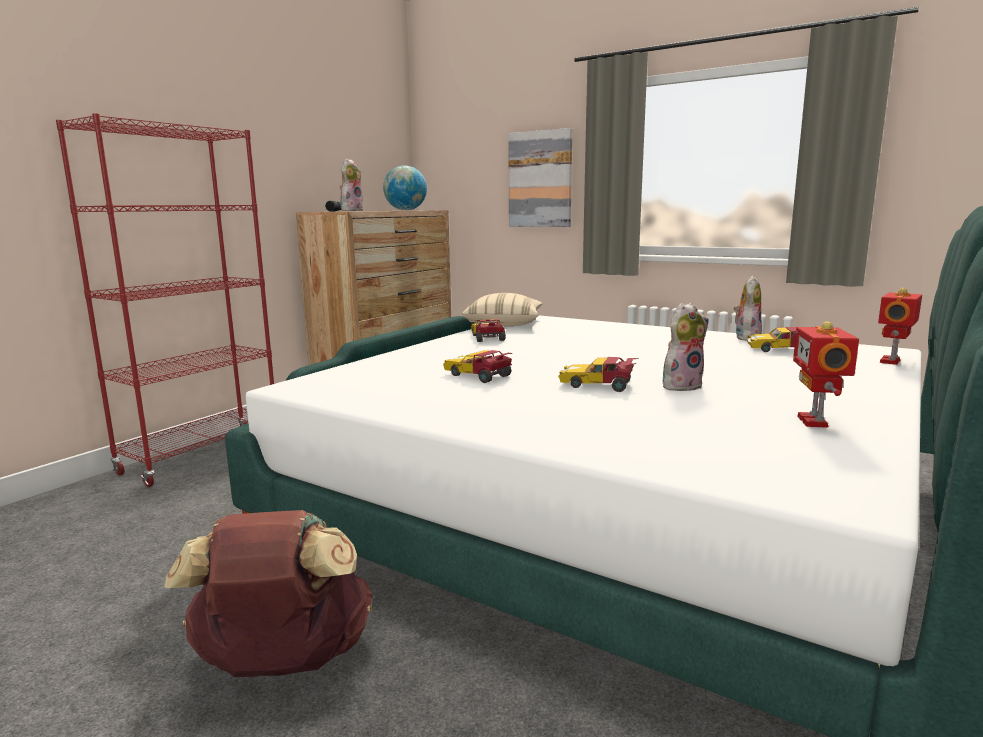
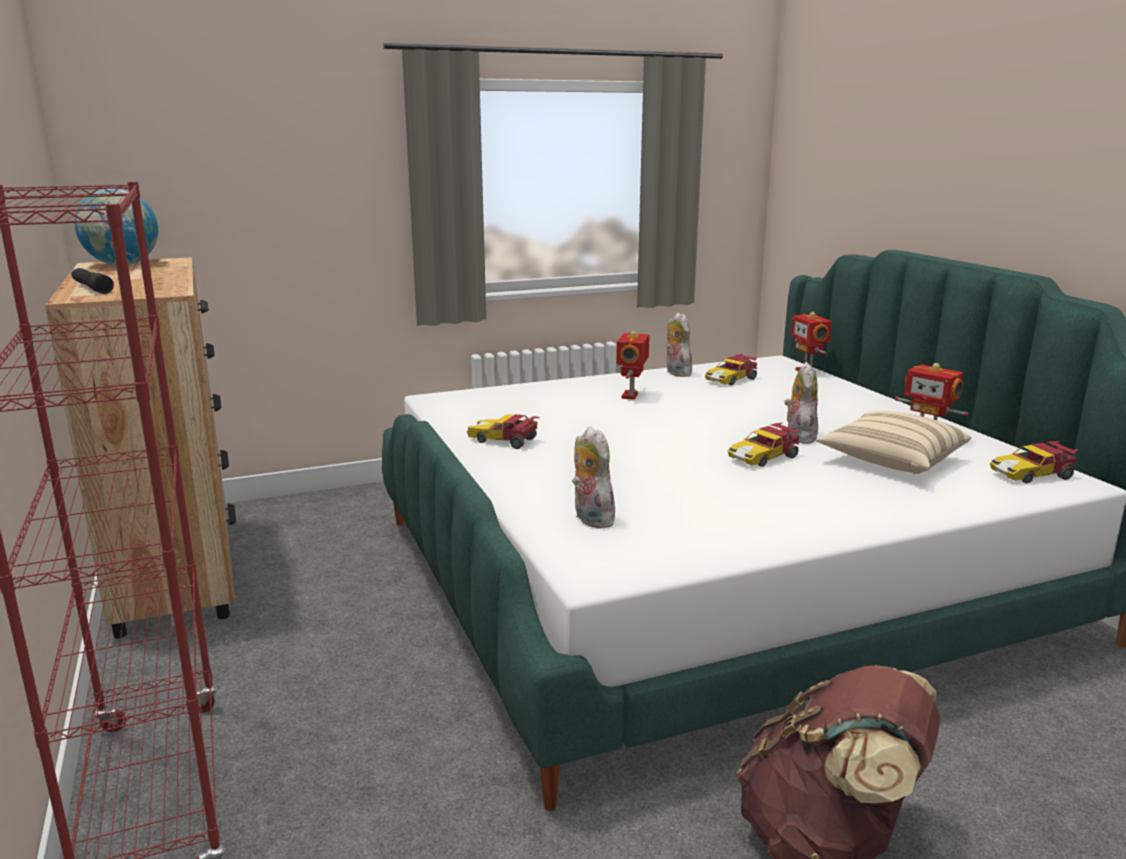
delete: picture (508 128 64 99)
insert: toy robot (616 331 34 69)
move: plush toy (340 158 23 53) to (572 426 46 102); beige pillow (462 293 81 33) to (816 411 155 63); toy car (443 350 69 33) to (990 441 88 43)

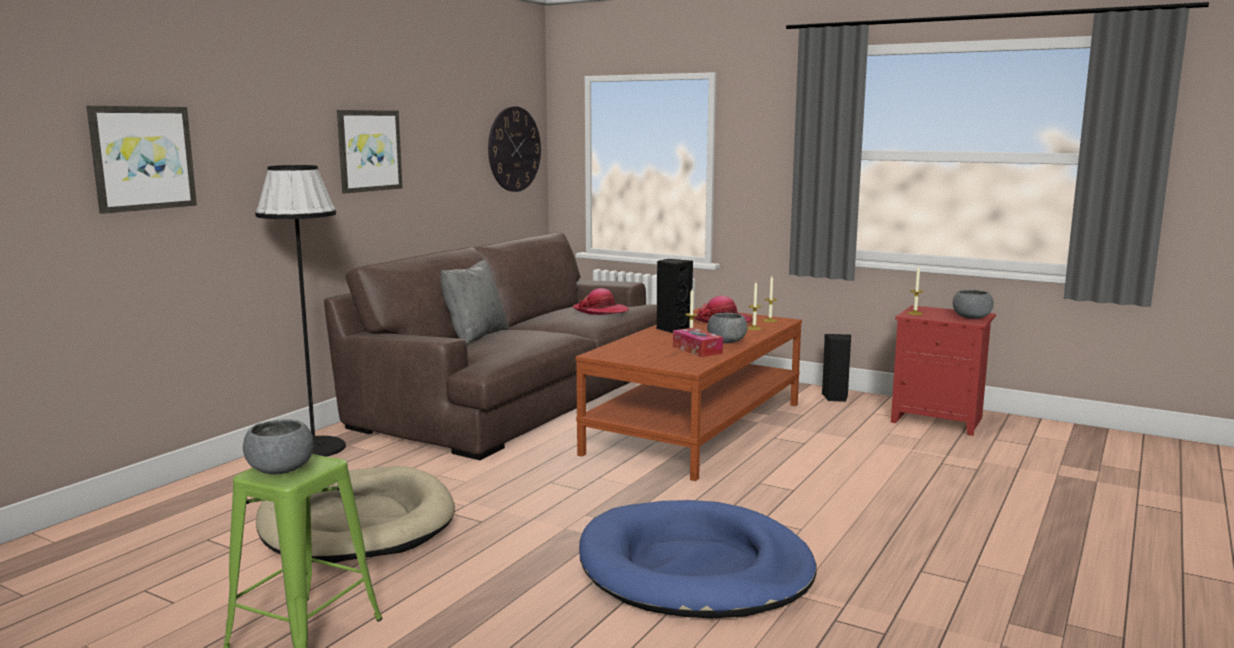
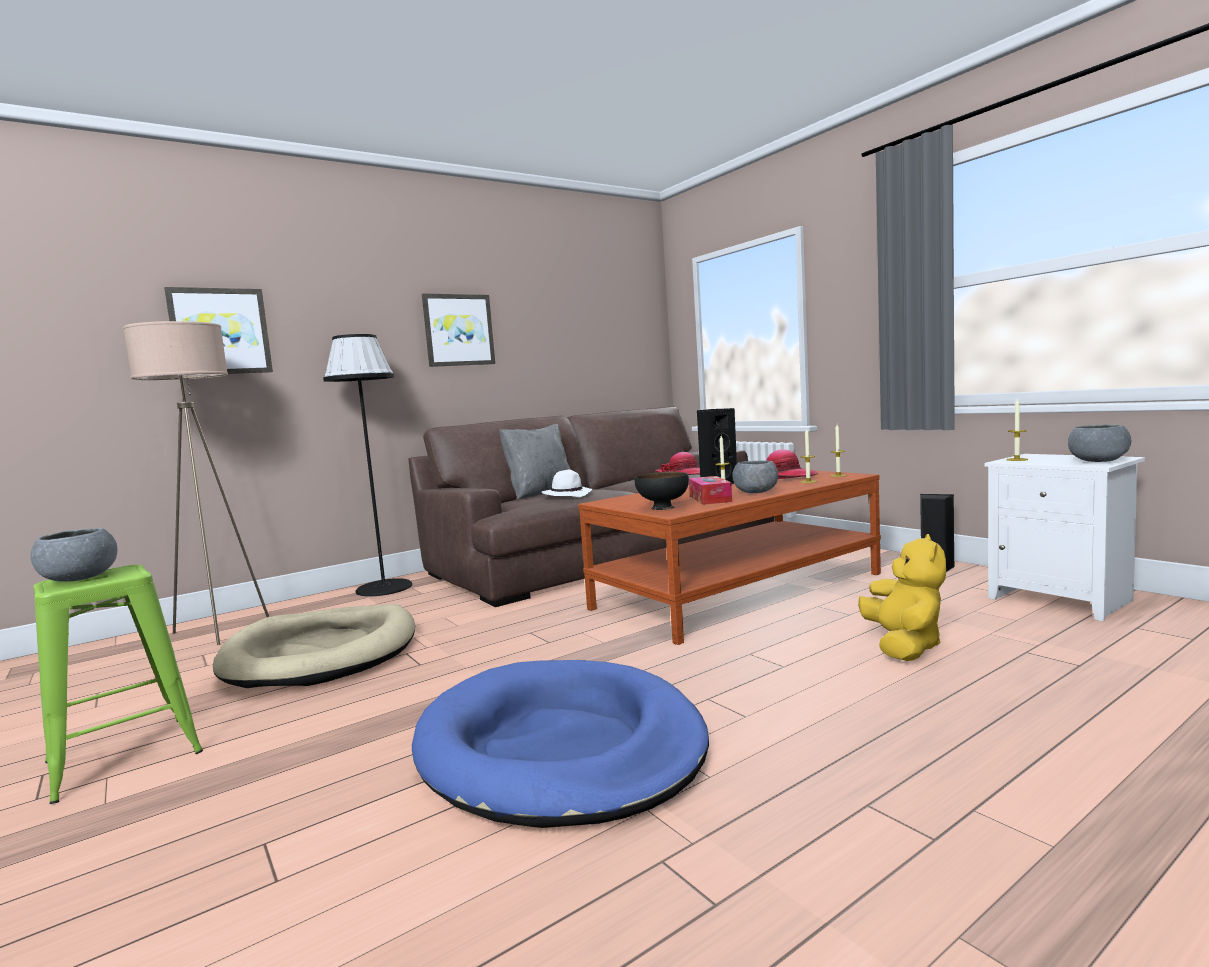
delete: wall clock (488 106 53 86)
insert: beige floor lamp (123 321 146 324); white hat (542 470 51 27); black bowl (635 472 54 38); yellow plush toy (858 534 88 127)
recolor: red nightstand (891 305 105 131) to white nightstand (985 454 160 167)

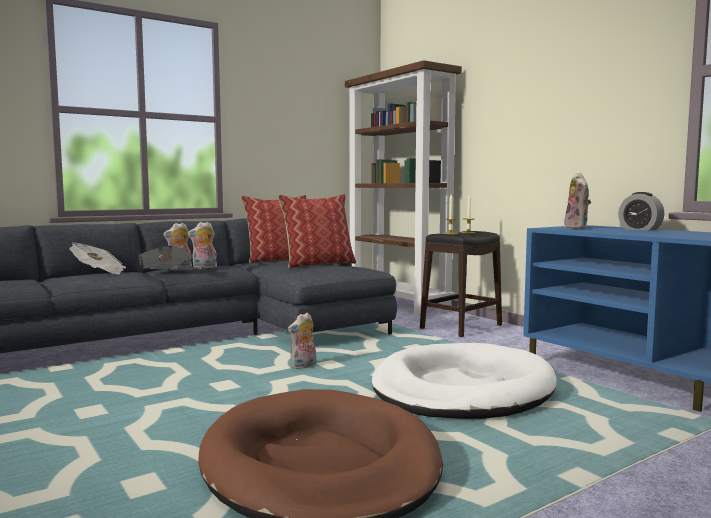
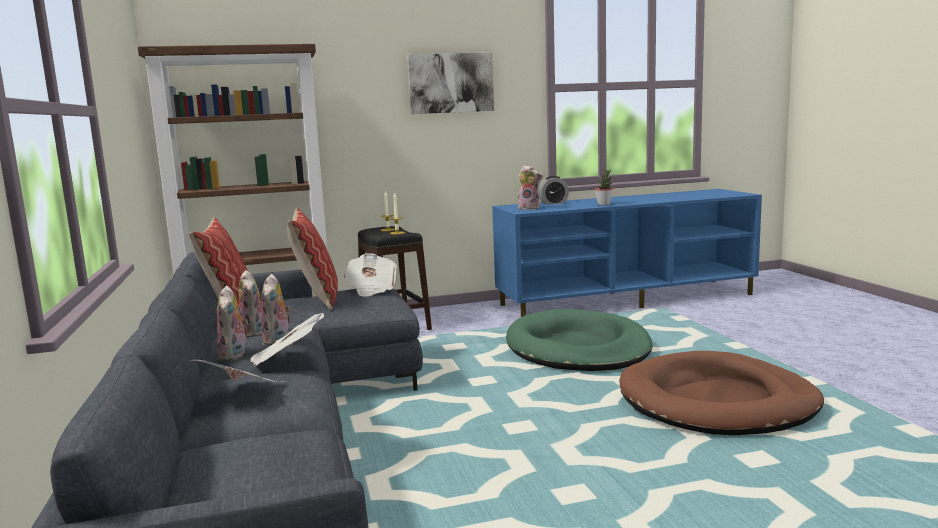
insert: newspaper (344 253 53 44); picture (407 53 87 61); potted plant (594 169 19 36)
move: plush toy (288 313 29 56) to (239 270 23 67)
recolor: white dog bed (372 343 185 76) to green dog bed (506 309 147 62)

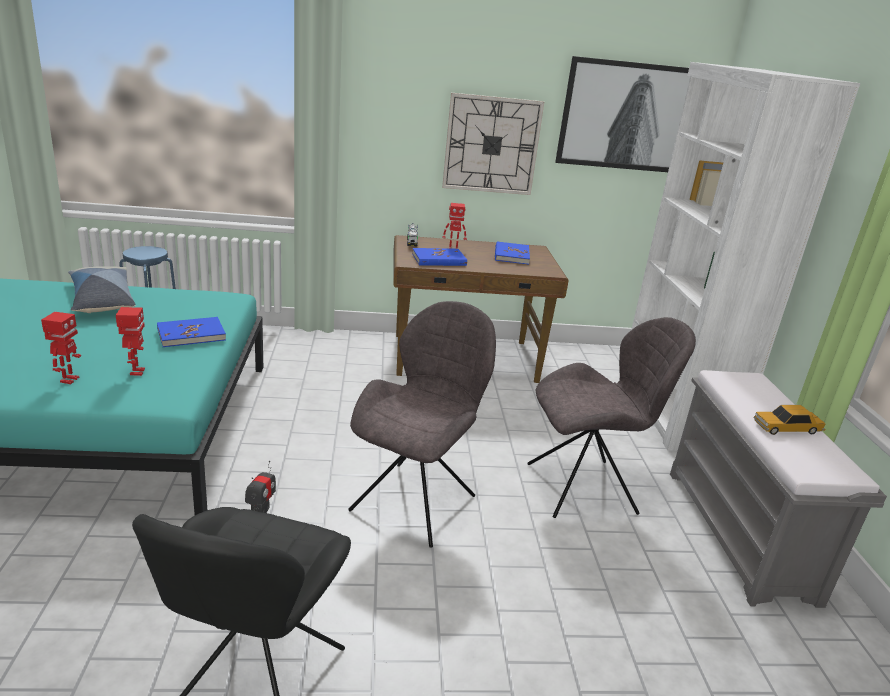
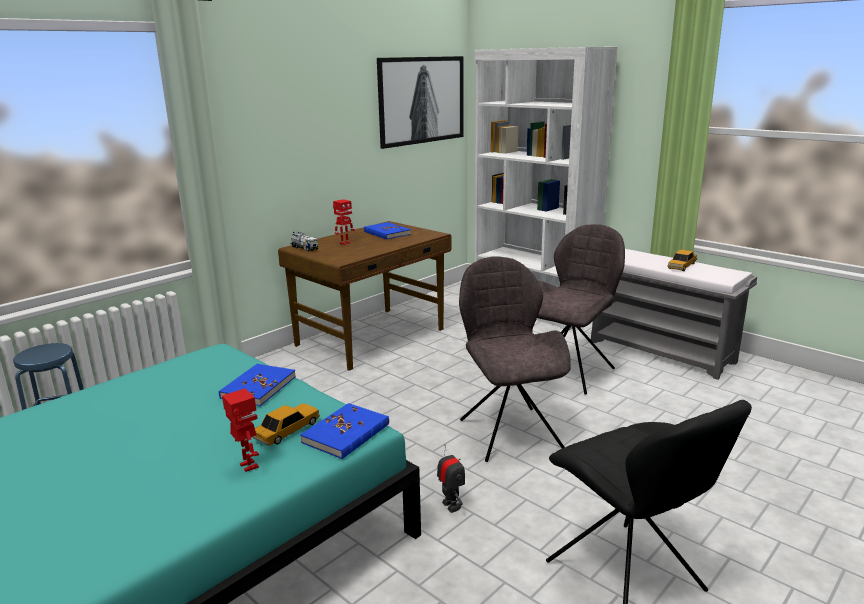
delete: pillow (68 266 68 47); wall clock (442 93 102 102)
move: blue book (412 248 55 18) to (300 403 89 56)
replace: toy robot (116 307 29 69) to toy car (252 403 68 43)

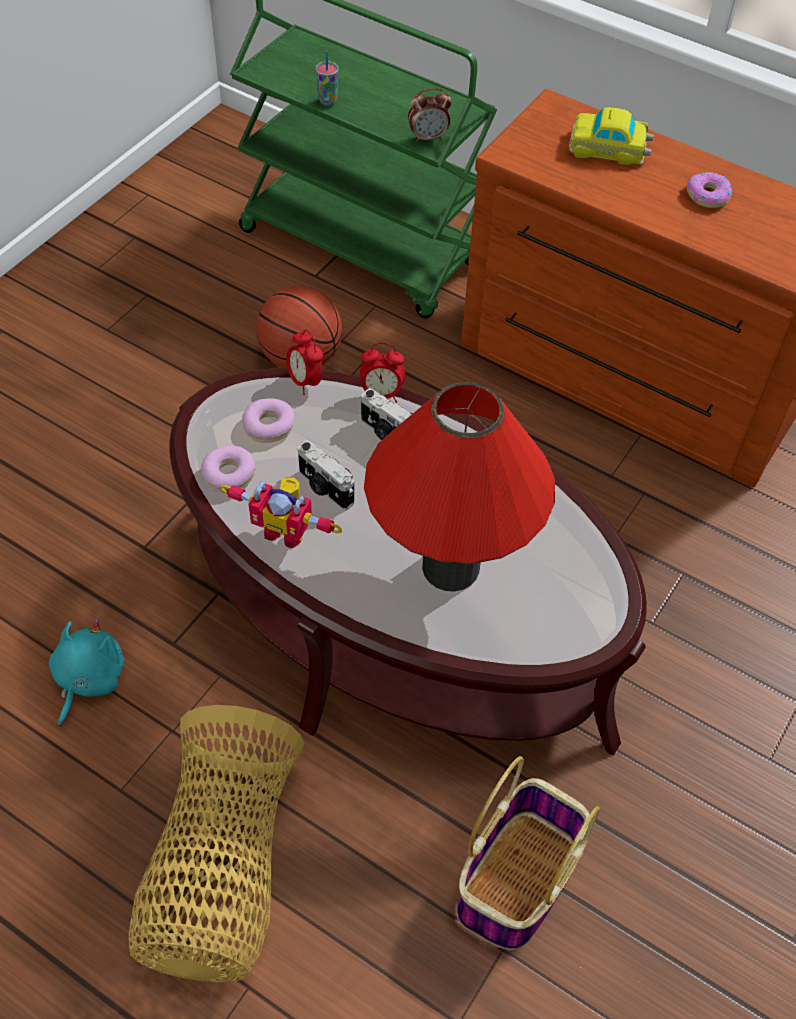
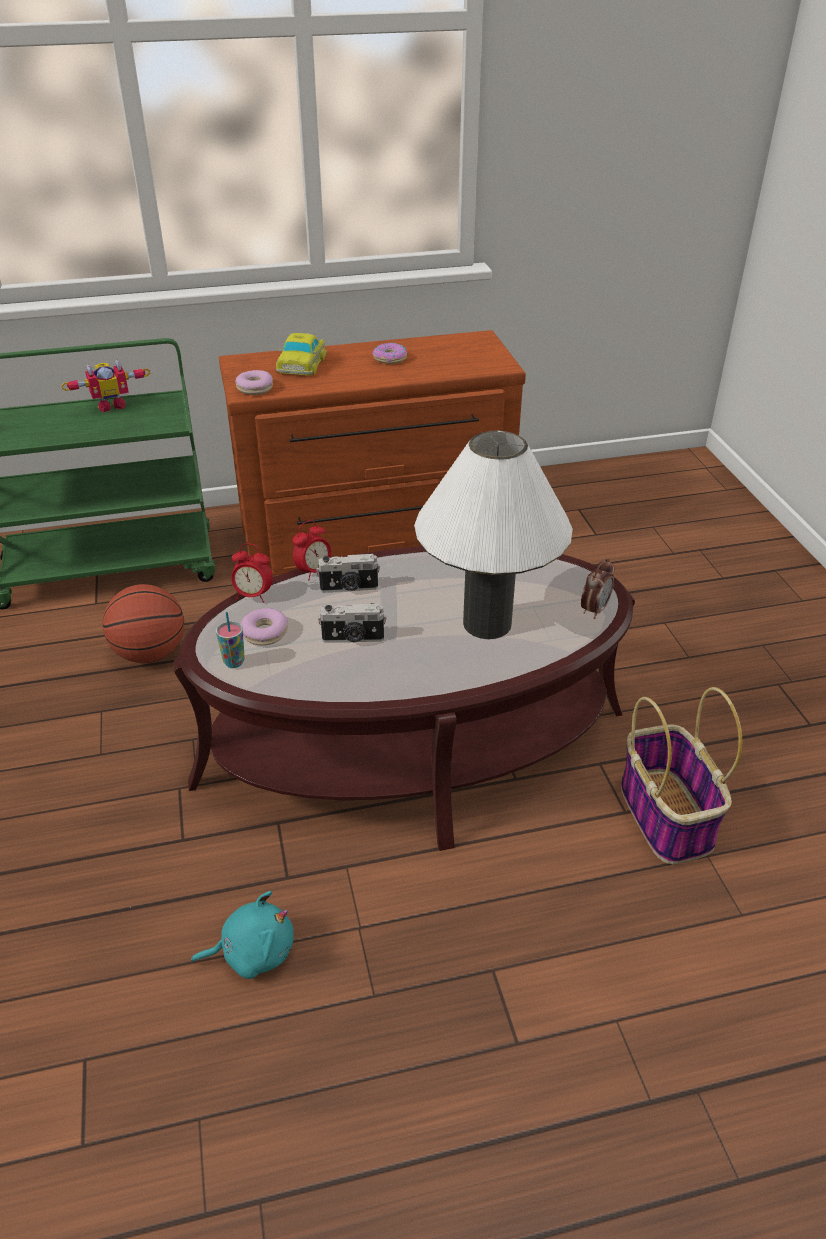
delete: basket (129 705 175 277)
move: toy robot (220 477 122 71) to (61 359 89 53); cup (316 51 23 55) to (216 612 29 56); donut (201 446 54 47) to (235 370 38 25); alarm clock (408 88 43 54) to (581 558 33 61)
recolor: red table lamp (364 382 191 210) to white table lamp (414 430 159 209)
rotate: turquoise plush toy (49 619 75 107) = (191 891 103 88) 105 degrees clockwise; toy car (569 107 85 58) = (276 333 51 43) 45 degrees counterclockwise

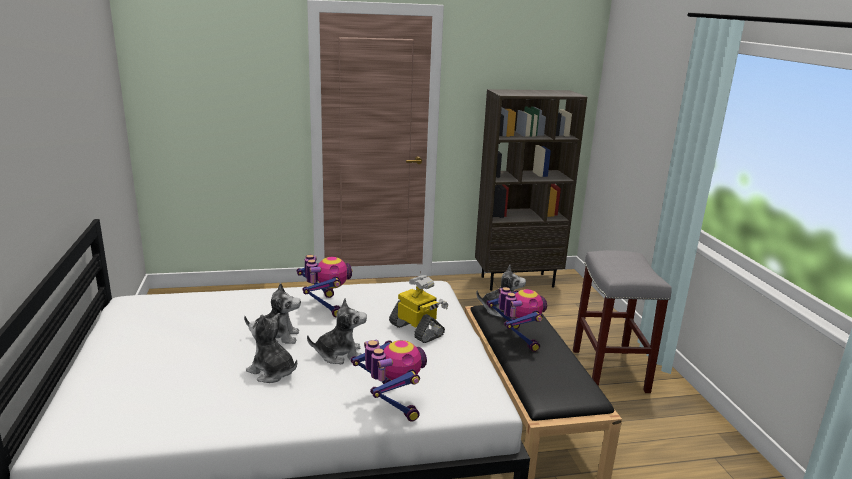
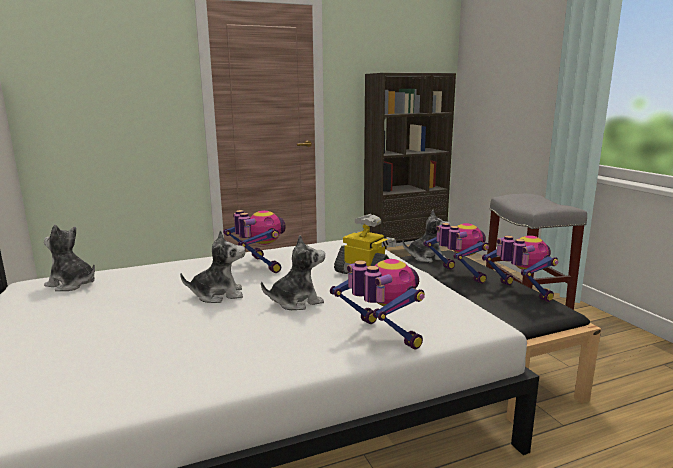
insert: toy robot (482 235 76 67)
move: plush toy (246 313 51 70) to (44 224 51 67)

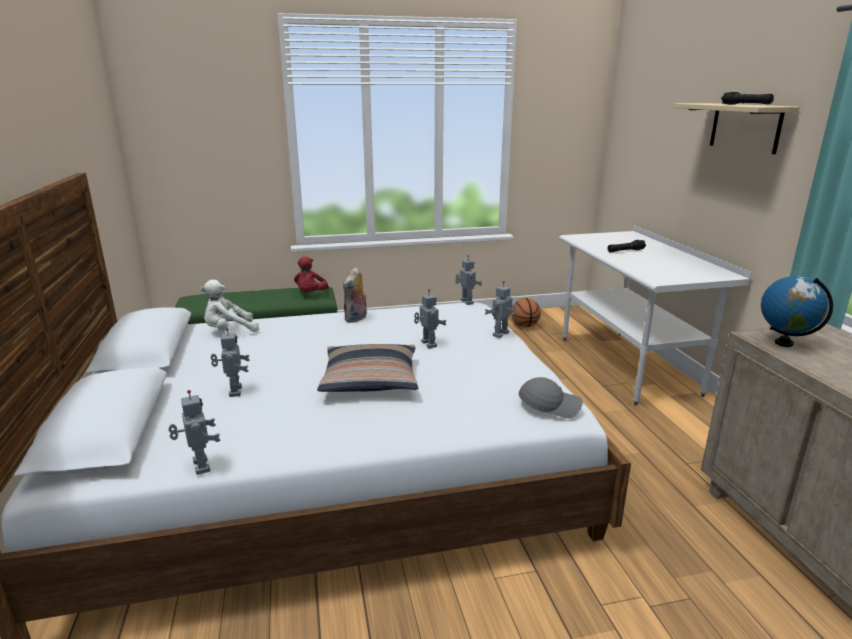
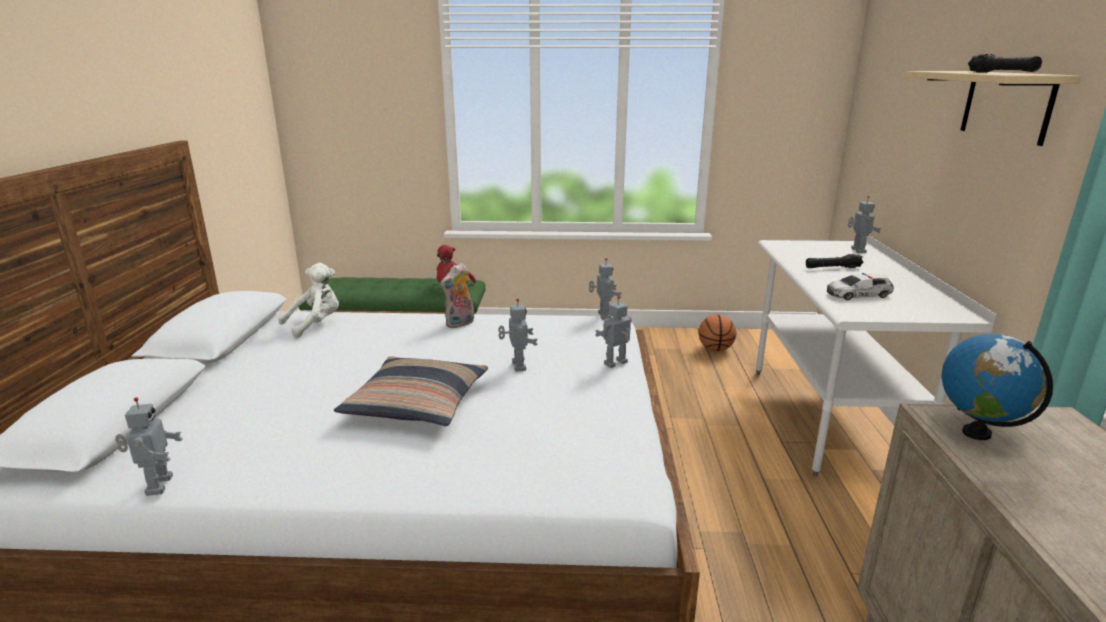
delete: grey cap (519 377 64 42)
insert: toy car (827 273 67 27)
move: toy robot (211 328 39 69) to (848 196 33 57)
rotate: white plush toy (200 280 59 52) = (279 263 60 75) 150 degrees clockwise

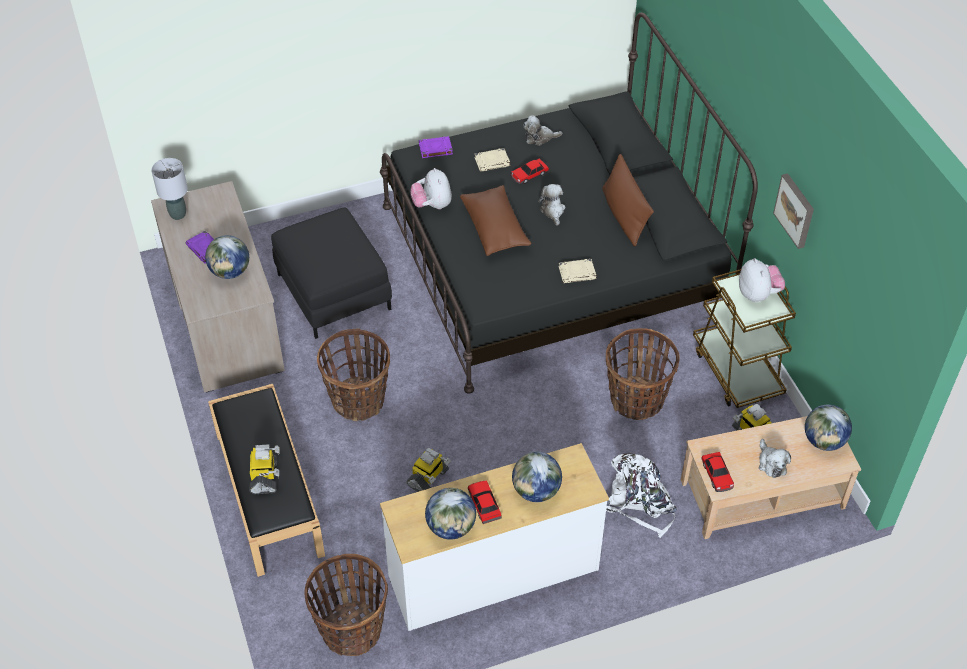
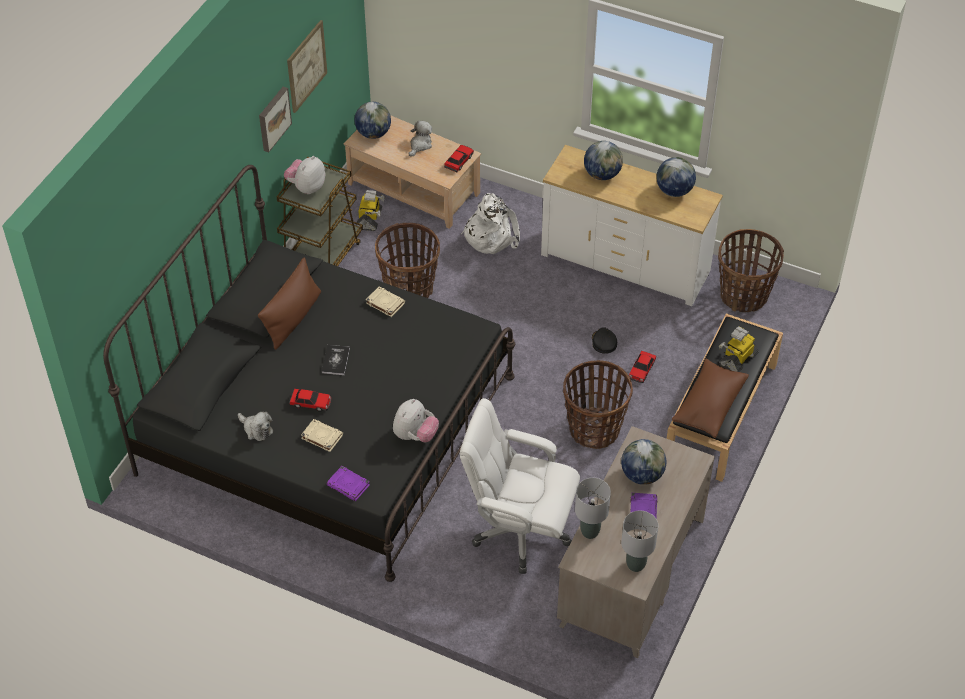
insert: picture (287 20 40 93); grey table lamp (575 478 36 61)
move: toy car (468 480 33 44) to (629 351 27 32); brown pillow (460 185 72 71) to (672 359 77 79)
replace: plush toy (538 184 27 42) to book (322 345 28 30); black ottoman (271 208 121 131) to white office chair (460 398 120 176); toy robot (407 448 44 44) to black cap (592 327 25 27)

